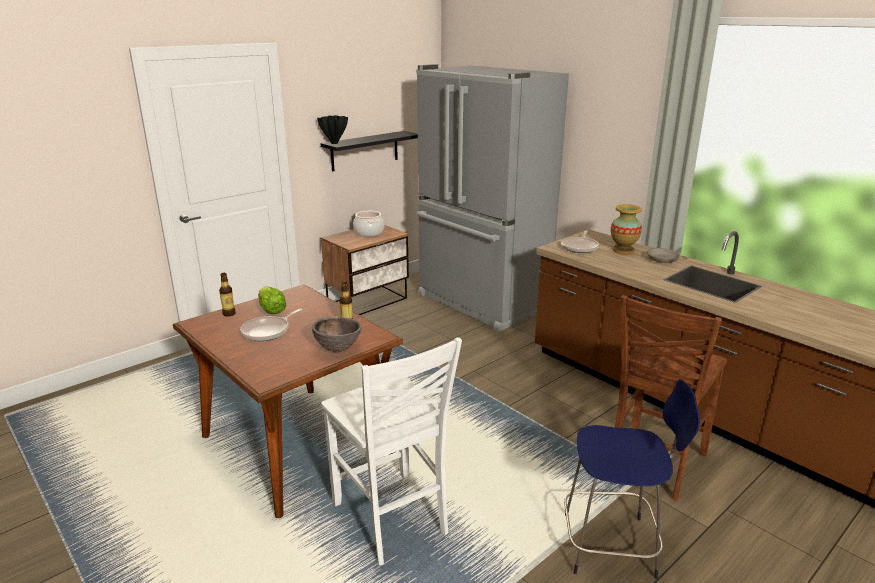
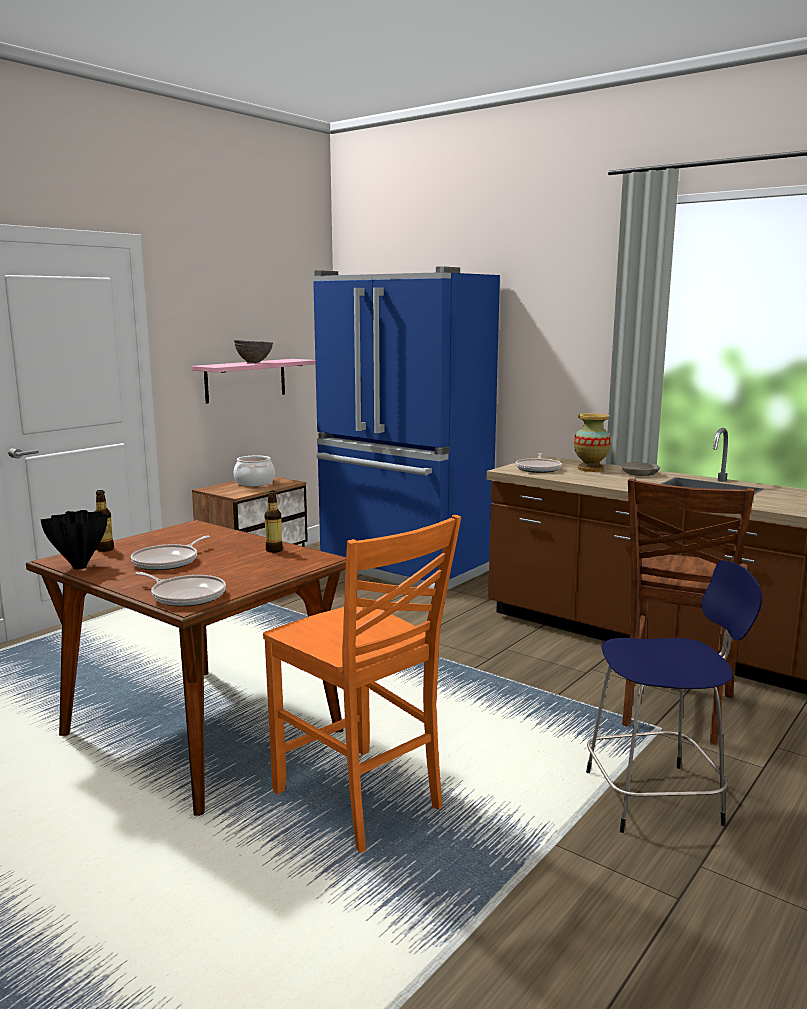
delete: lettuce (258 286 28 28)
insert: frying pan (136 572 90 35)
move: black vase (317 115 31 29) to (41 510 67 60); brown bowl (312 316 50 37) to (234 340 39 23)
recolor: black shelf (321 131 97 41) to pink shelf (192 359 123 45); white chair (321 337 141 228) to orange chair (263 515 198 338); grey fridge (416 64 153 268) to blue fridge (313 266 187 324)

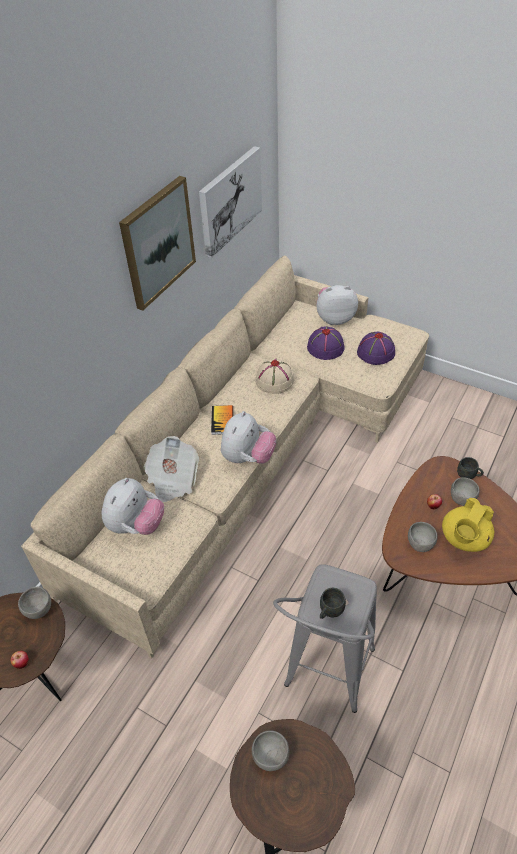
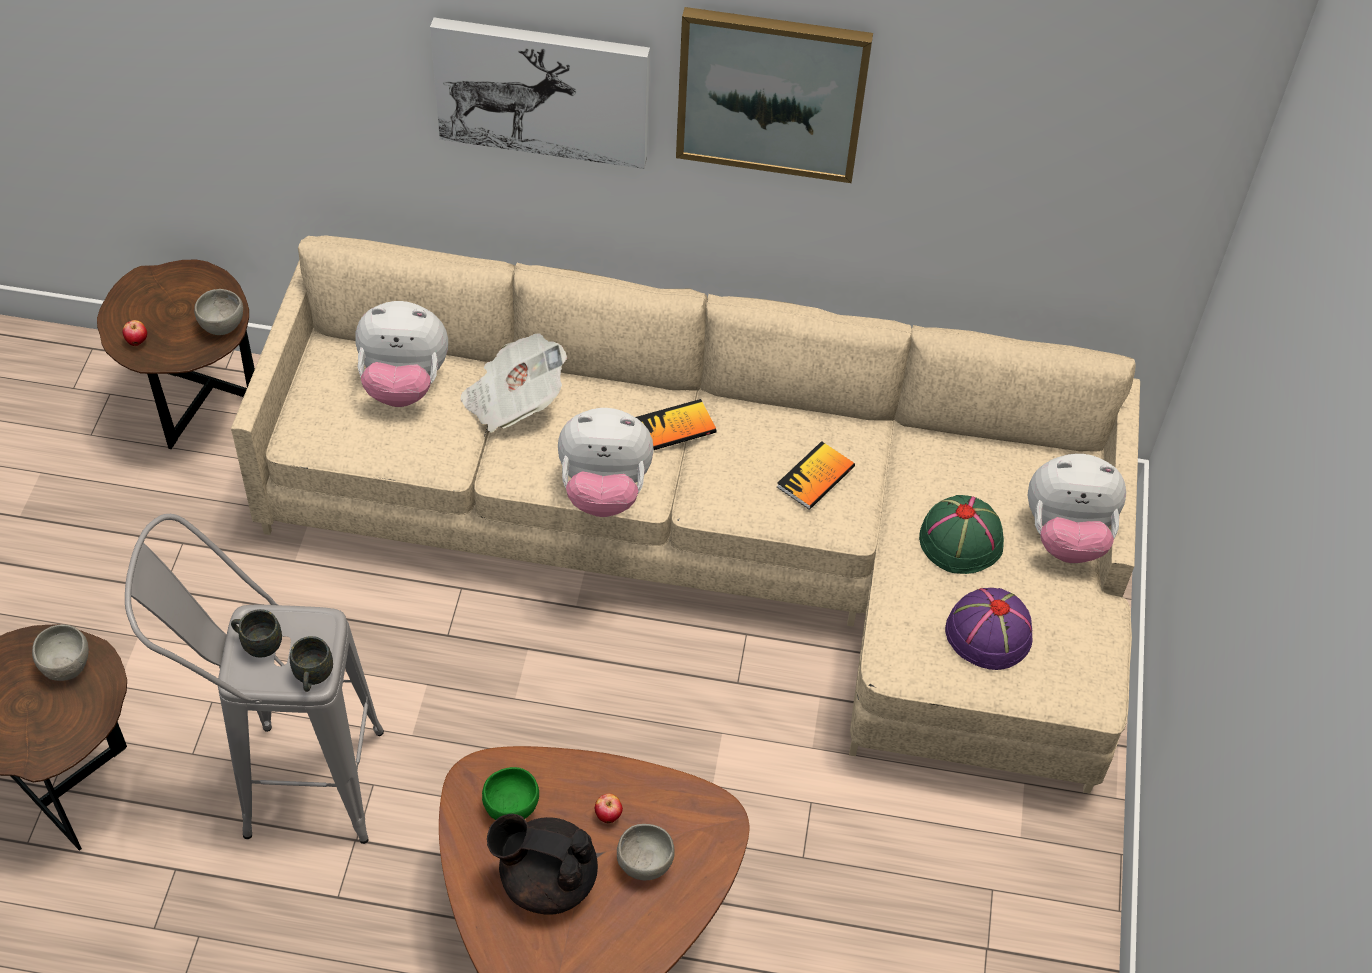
move: grey mug (457 457 27 22) to (290 636 43 56); picture (199 146 63 112) to (430 17 220 152)
replace: beige hat (255 359 39 35) to book (777 441 78 69)
recolor: grey bowl (408 522 30 30) to green bowl (482 767 57 53); yellow teapot (442 498 52 54) to black teapot (487 814 111 101); purple hat (307 327 38 33) to green hat (919 495 85 79)
rotate: plush toy (317 285 41 40) = (1028 454 98 109) 120 degrees clockwise

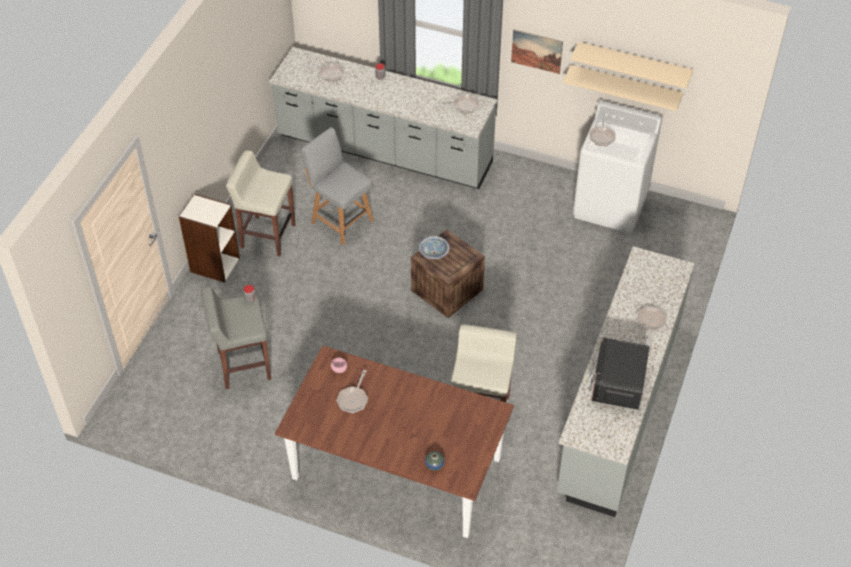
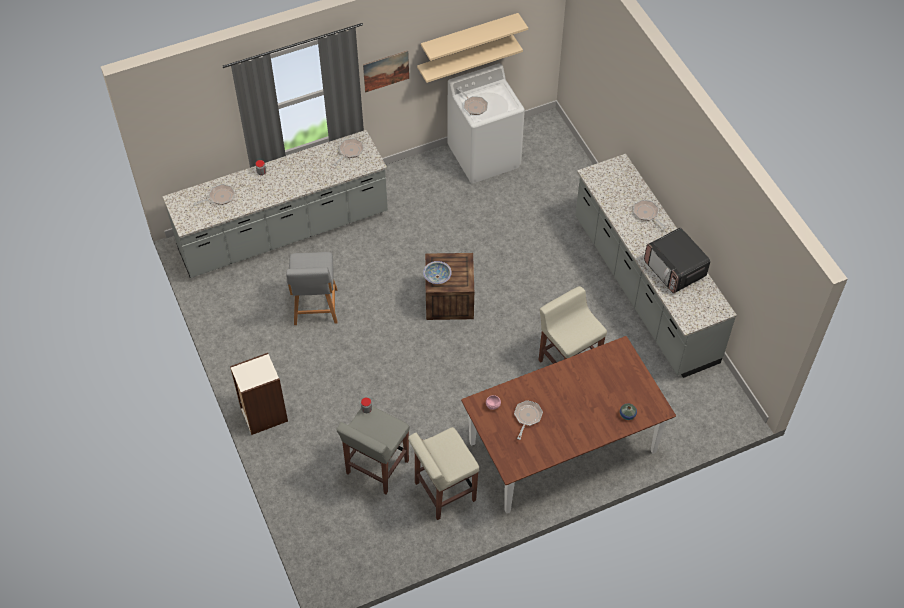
move: beige stool (226 150 69 106) to (408 427 71 93)
rotate: grey chair (301 127 73 118) = (286 252 52 73) 90 degrees counterclockwise; frying pan (336 370 32 43) = (514 400 29 40) 135 degrees counterclockwise

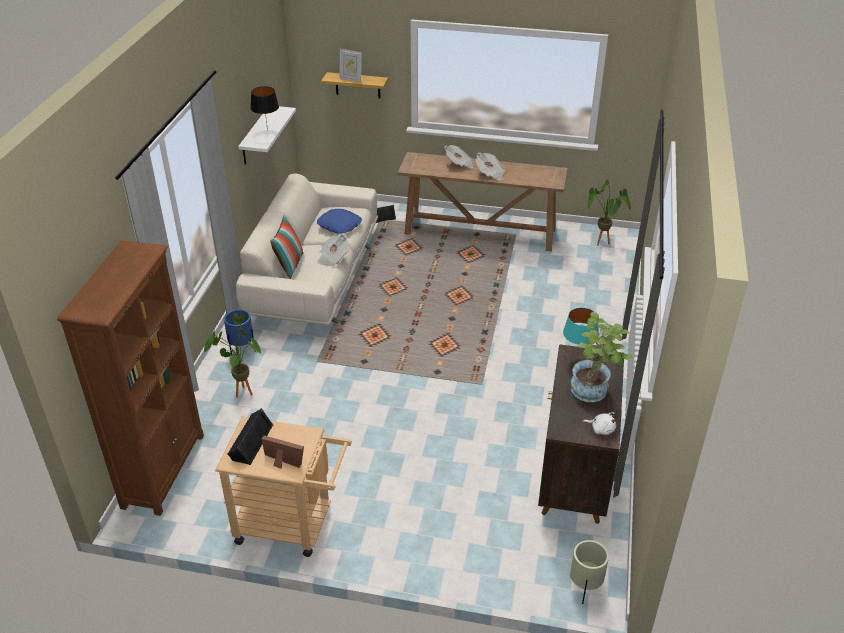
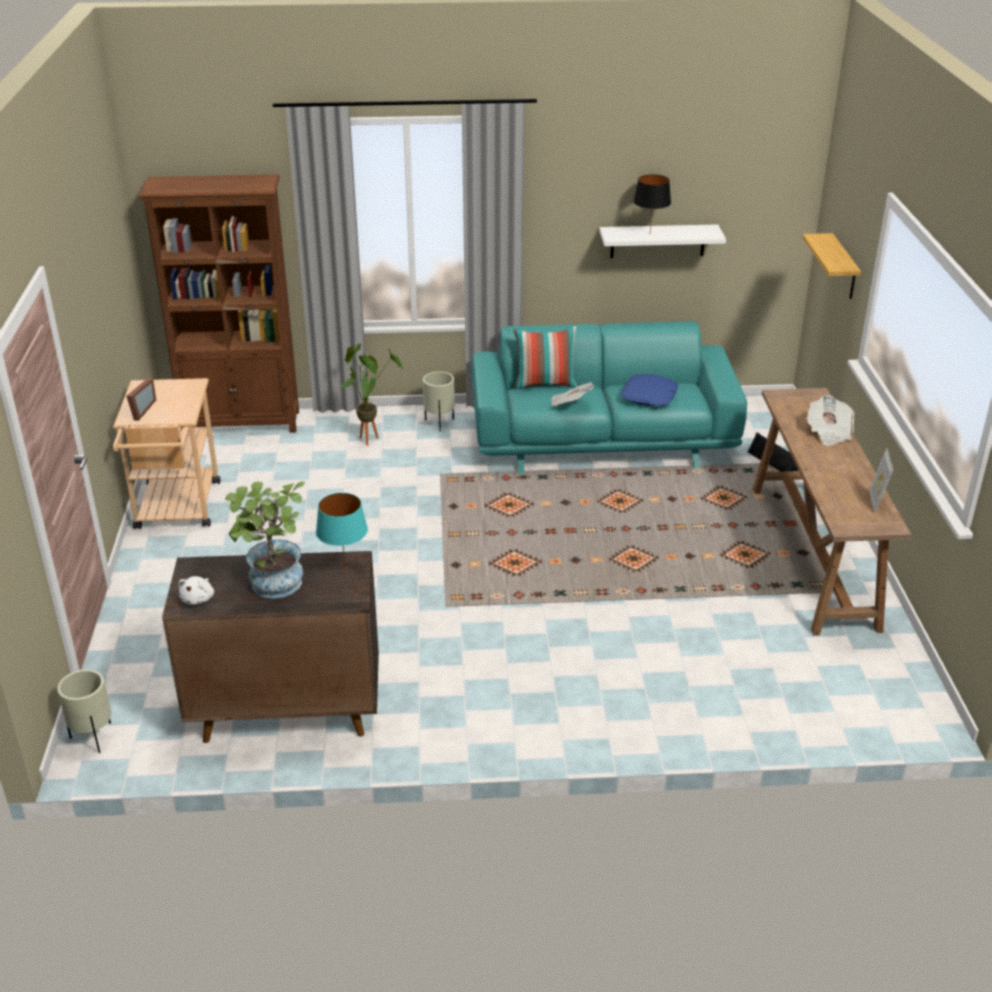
delete: black speaker (227 408 46 57); newspaper (475 152 30 28); potted plant (587 179 44 67)
move: picture frame (339 49 23 33) to (869 448 24 66)
recolor: blue planter (224 309 31 45) to beige planter (423 371 32 60); beige sofa (236 174 142 152) to turquoise sofa (472 321 275 154)

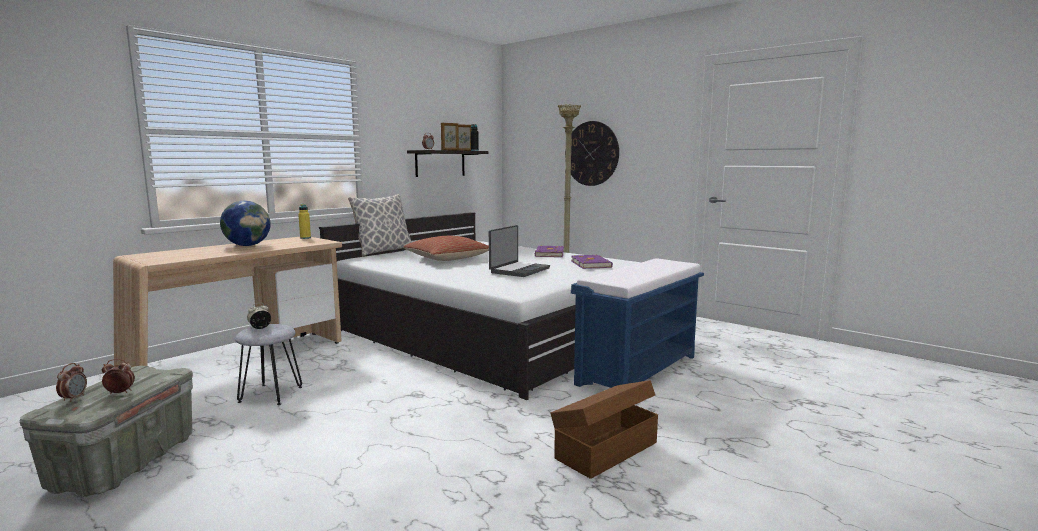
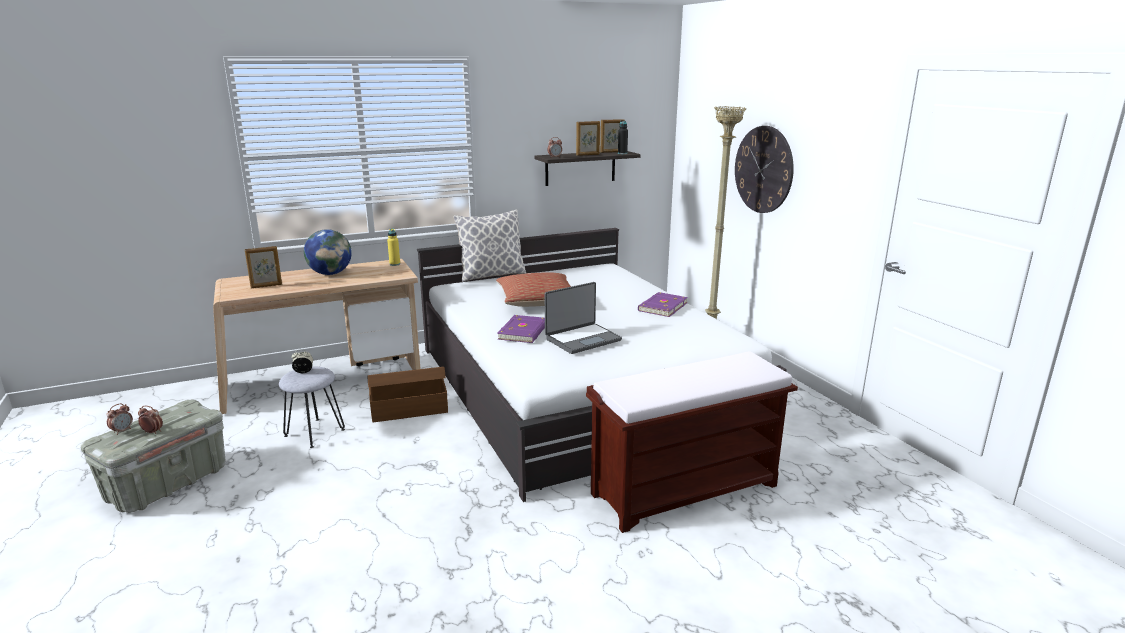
insert: picture frame (245 246 37 42)
move: brown storage box (551 380 107 99) to (367 367 81 55); purple book (571 255 42 14) to (497 315 48 28)
recolor: blue bench (571 258 133 130) to brown bench (586 351 212 182)

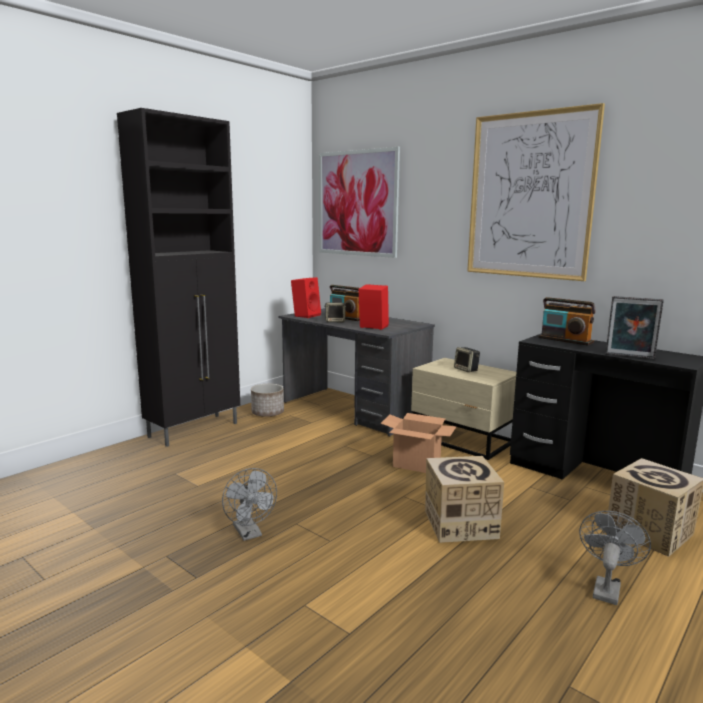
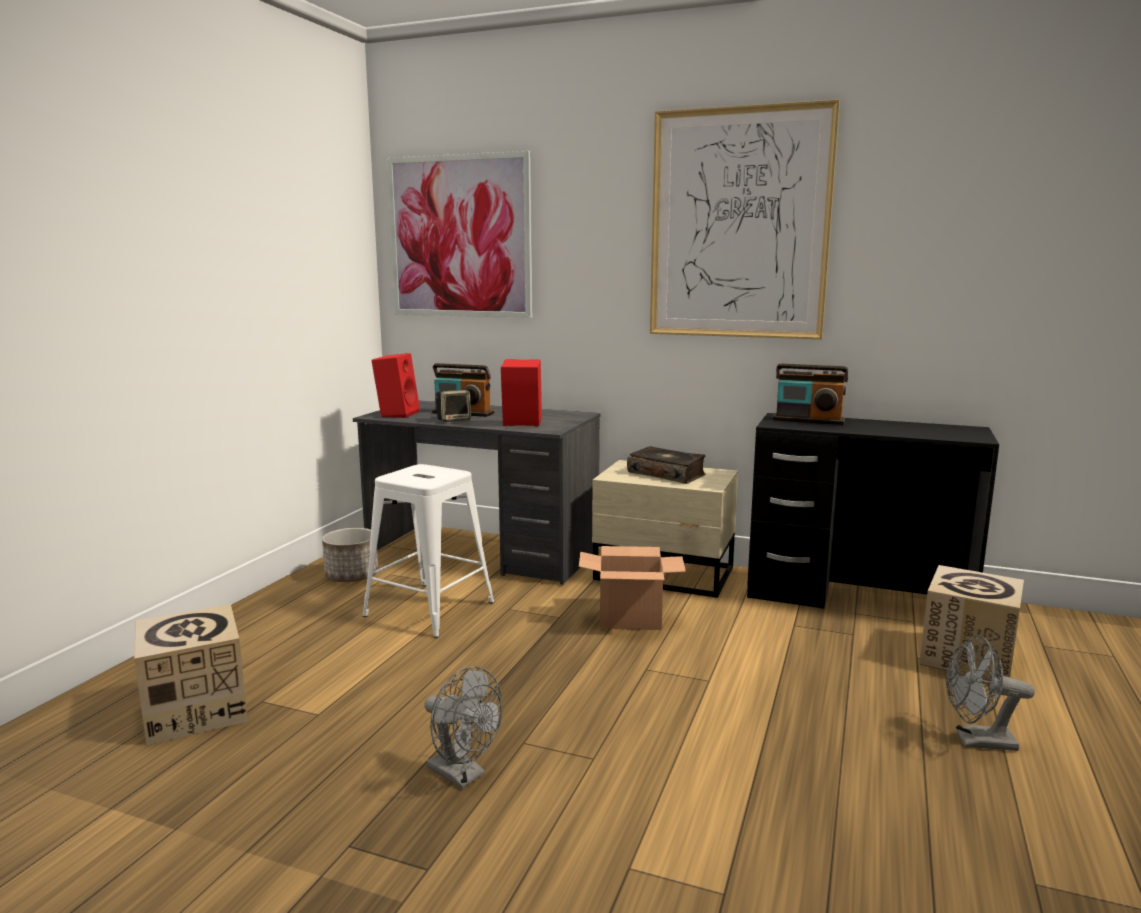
delete: black cabinet (117 108 123 339); picture frame (606 296 58 63)
insert: white stool (363 464 131 174)
move: cardboard box (425 456 79 87) to (134 604 114 142)
replace: speaker (454 347 26 25) to book (627 446 78 38)
rotate: grey fan (579 511 72 94) = (946 635 89 116) 90 degrees counterclockwise

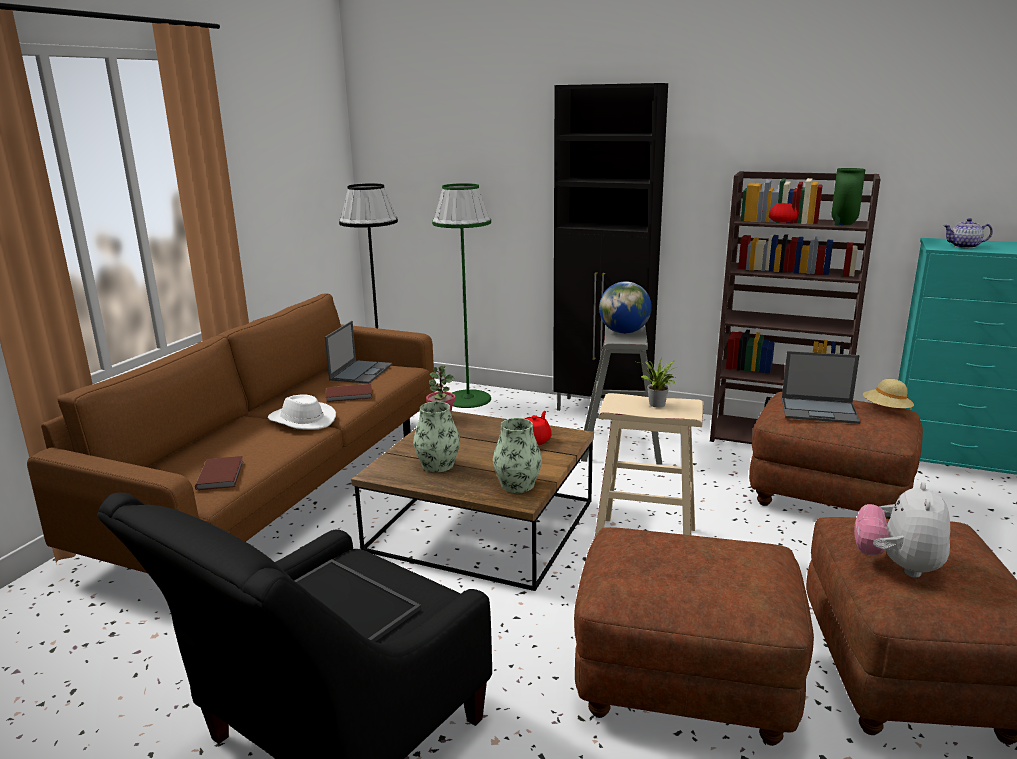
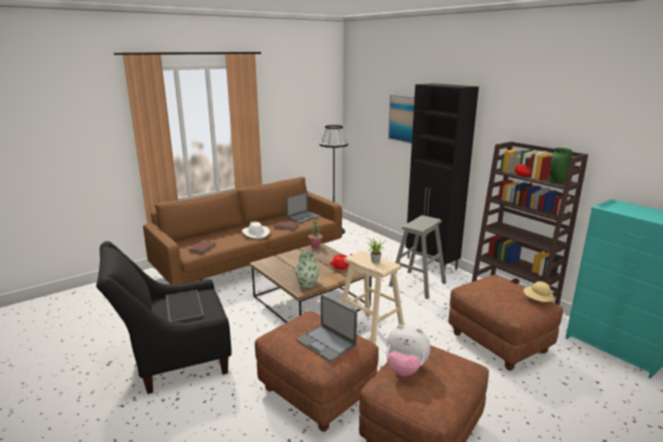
delete: vase (413 402 47 70); green floor lamp (432 183 59 225); globe (599 281 53 53); teapot (943 218 50 31)
insert: picture (388 95 27 49)
move: laptop (782 351 78 73) to (296 294 61 68)
rotate: plush toy (854 482 96 96) = (386 325 45 52) 120 degrees counterclockwise

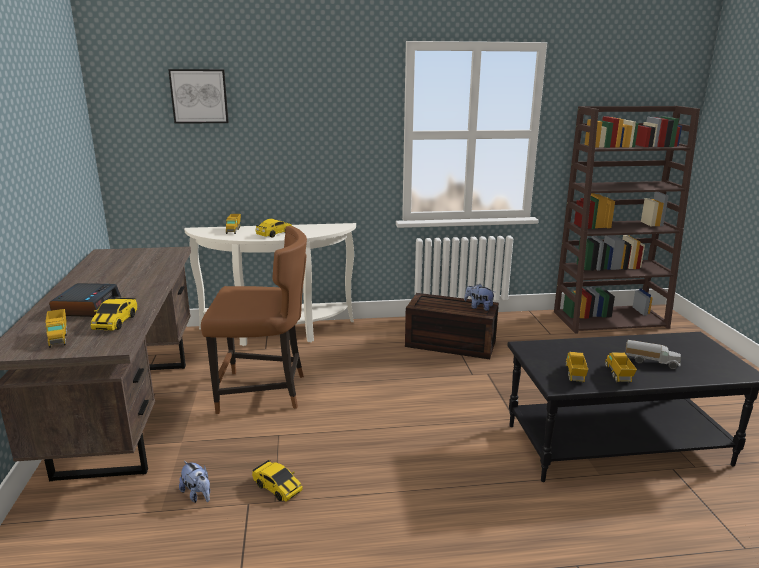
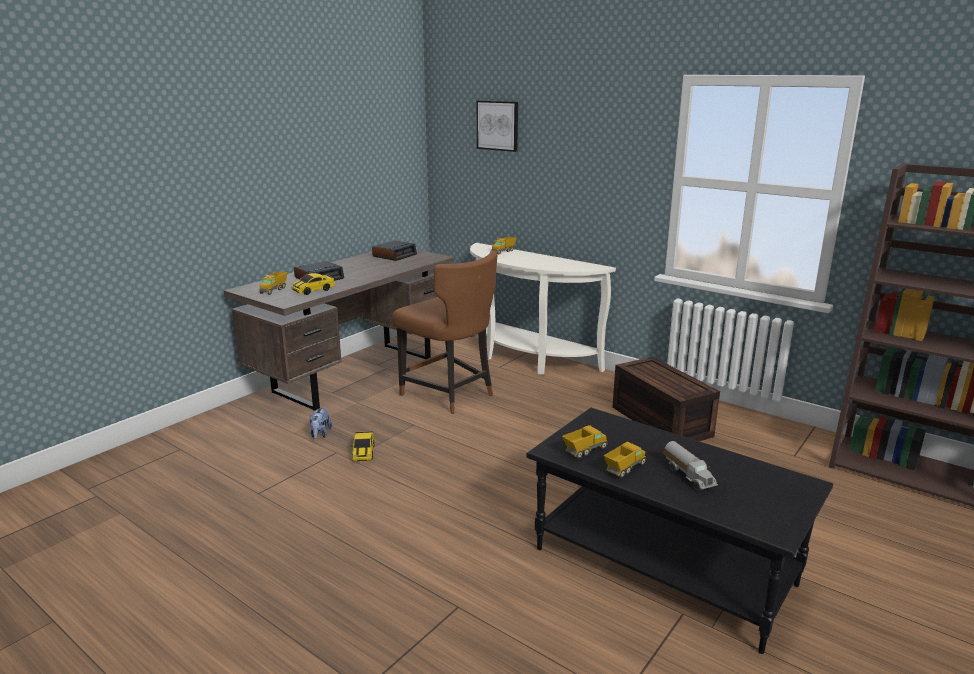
delete: toy car (255 219 37 18); plush toy (464 284 31 27)
insert: alarm clock (372 241 45 20)

